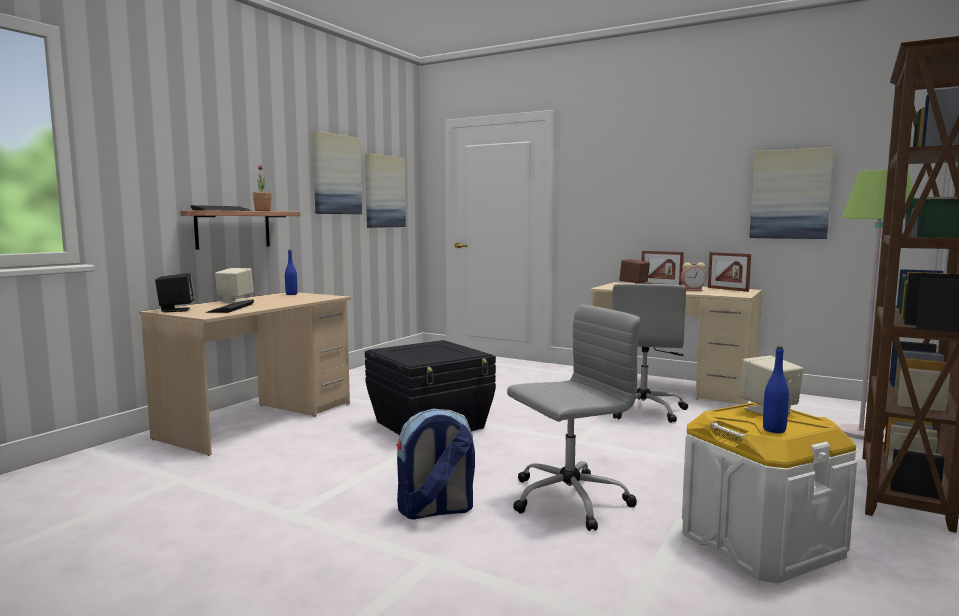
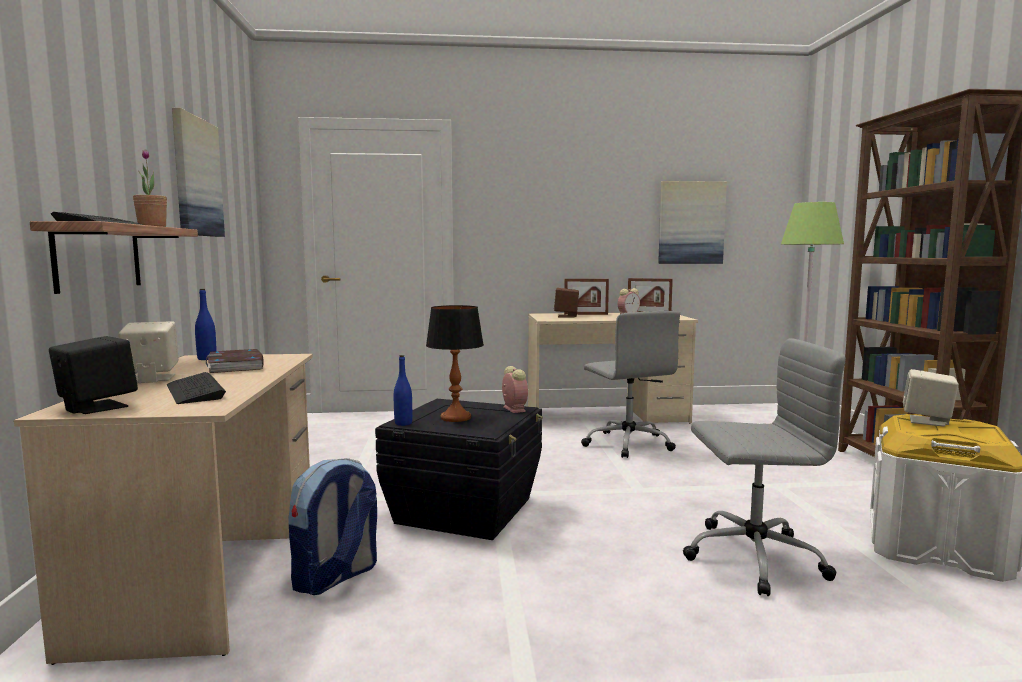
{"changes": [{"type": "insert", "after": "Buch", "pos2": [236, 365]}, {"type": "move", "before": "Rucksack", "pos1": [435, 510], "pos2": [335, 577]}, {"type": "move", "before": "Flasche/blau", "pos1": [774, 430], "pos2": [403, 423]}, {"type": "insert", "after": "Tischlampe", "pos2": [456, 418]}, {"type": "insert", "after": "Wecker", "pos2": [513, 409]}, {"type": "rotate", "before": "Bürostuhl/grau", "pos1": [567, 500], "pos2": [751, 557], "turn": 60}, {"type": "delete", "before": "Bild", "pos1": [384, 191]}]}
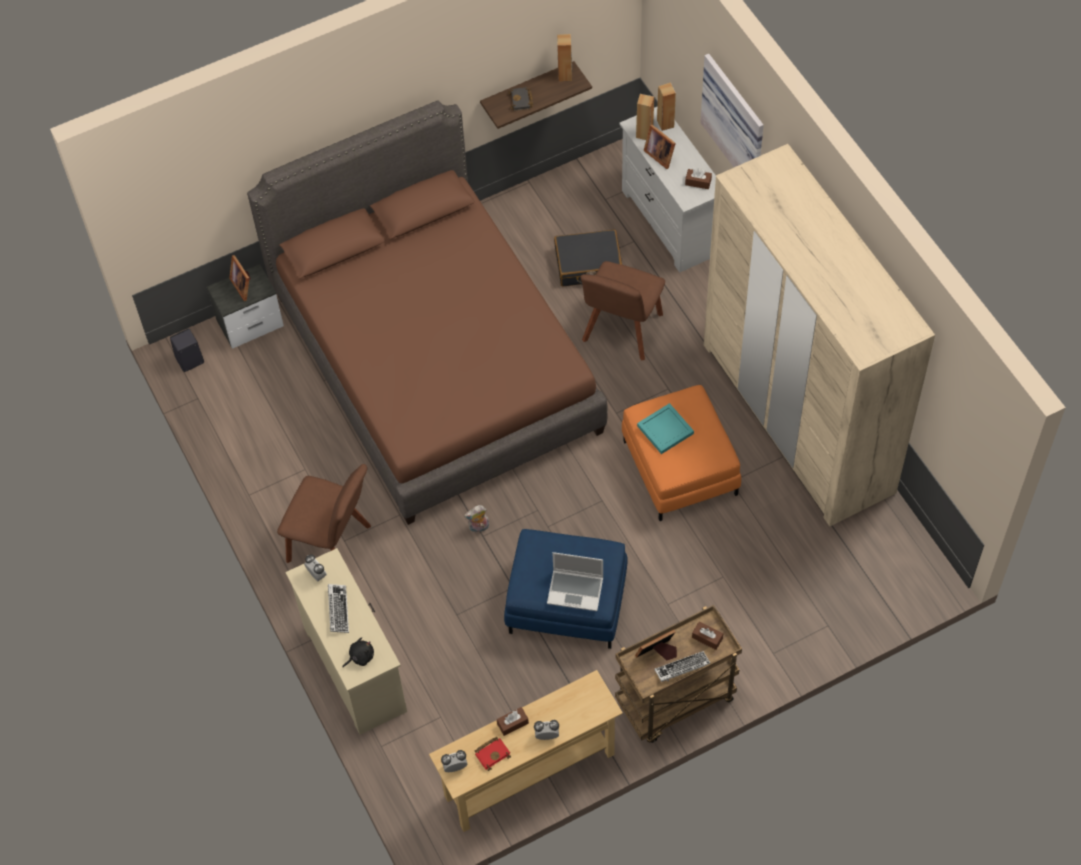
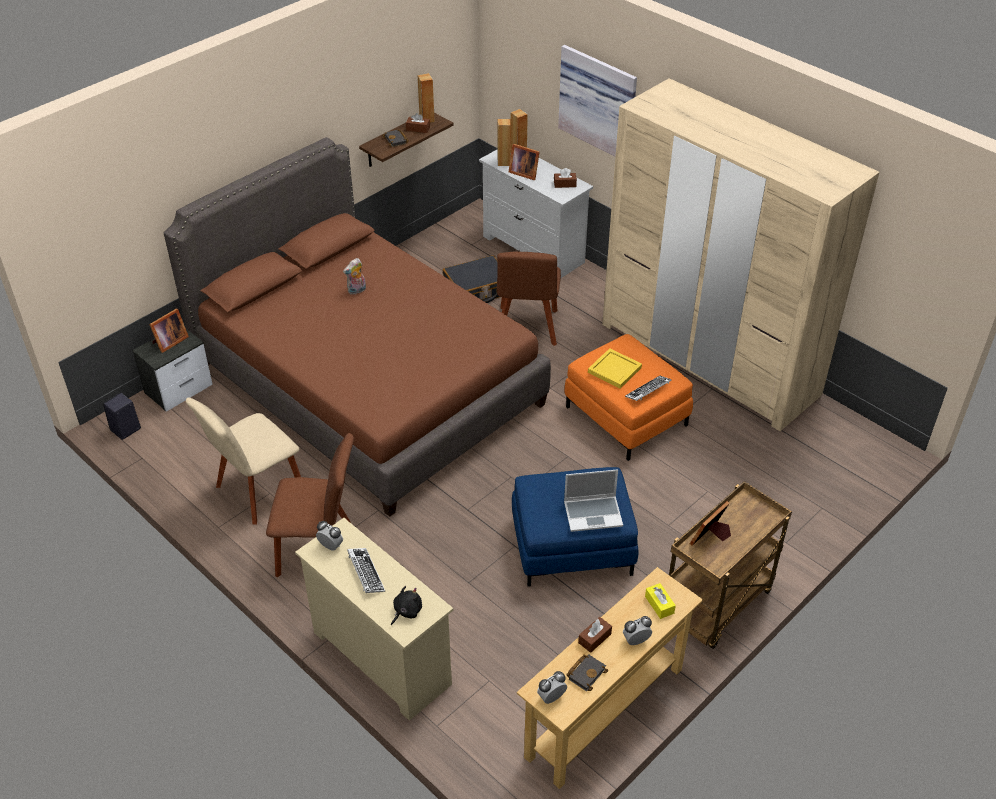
{"changes": [{"type": "rotate", "before": "Bilderrahmen", "pos1": [243, 285], "pos2": [169, 342], "turn": -90}, {"type": "insert", "after": "Stuhl/beige", "pos2": [257, 492]}, {"type": "move", "before": "Plüschtier", "pos1": [478, 528], "pos2": [357, 291]}, {"type": "move", "before": "Taschentuchbox/braun", "pos1": [707, 638], "pos2": [418, 129]}, {"type": "recolor", "before": "Buch/rot", "after": "Buch/schwarz", "pos1": [492, 753], "pos2": [586, 673]}, {"type": "recolor", "before": "Tablett/türkis", "after": "Tablett/gelb", "pos1": [664, 429], "pos2": [613, 370]}, {"type": "move", "before": "Tastatur", "pos1": [682, 668], "pos2": [648, 391]}, {"type": "insert", "after": "Taschentuchbox/gelb", "pos2": [659, 605]}]}
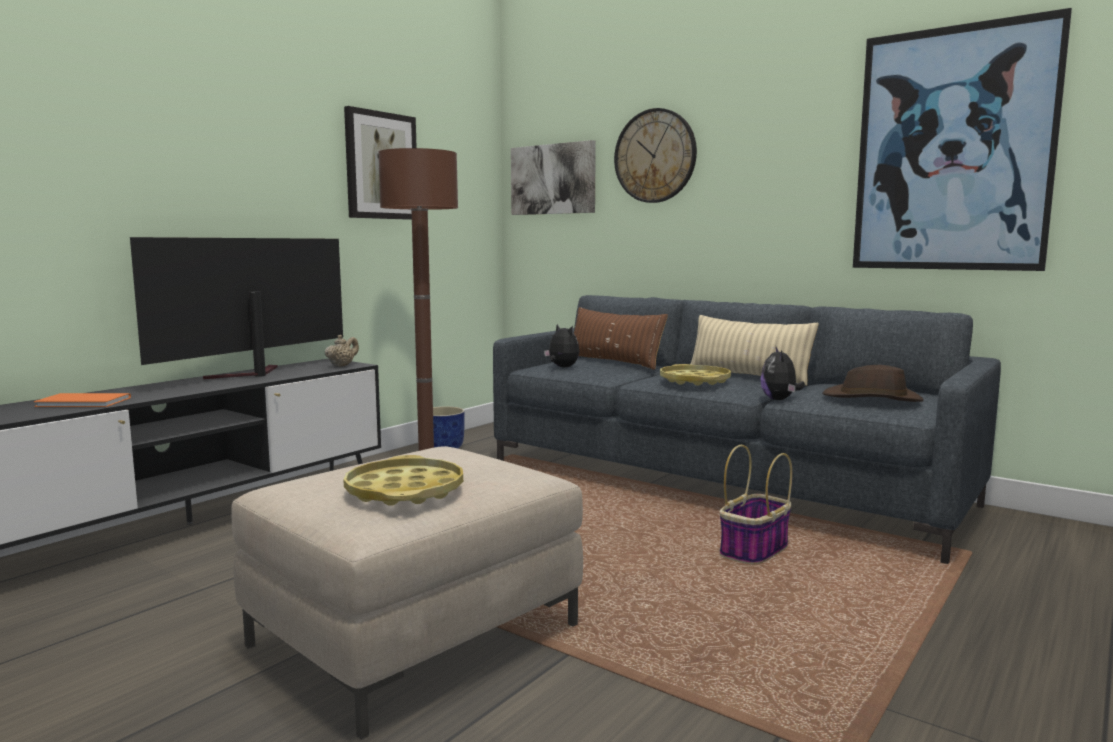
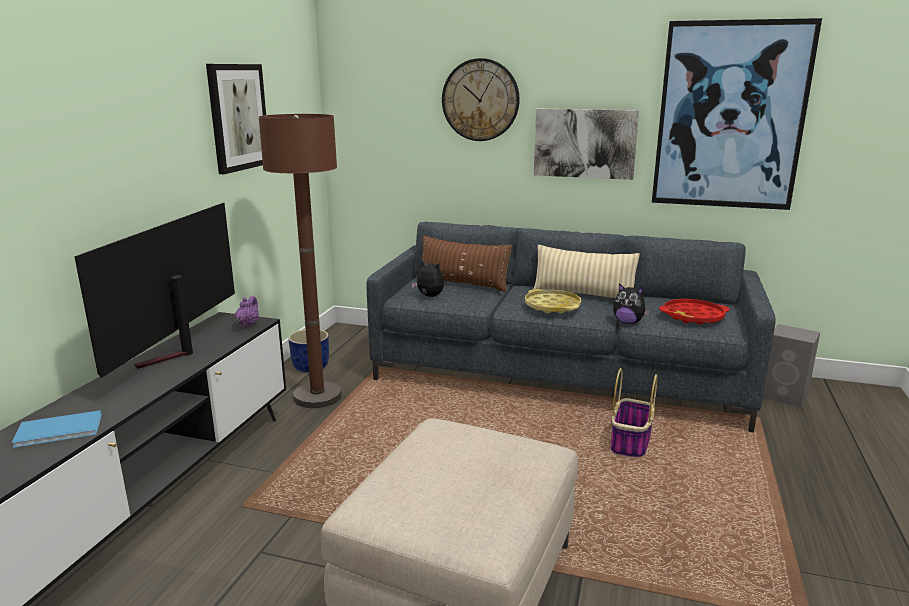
{"changes": [{"type": "recolor", "before": "Buch/orange", "after": "Buch/blau", "pos1": [84, 402], "pos2": [61, 430]}, {"type": "recolor", "before": "Teekanne/beige", "after": "Teekanne/lila", "pos1": [342, 365], "pos2": [248, 325]}, {"type": "move", "before": "Bild", "pos1": [553, 179], "pos2": [584, 143]}, {"type": "rotate", "before": "Plüschtier", "pos1": [780, 400], "pos2": [628, 322], "turn": -45}, {"type": "replace", "before": "Hut/braun", "after": "Tablett/rot", "pos1": [872, 399], "pos2": [693, 316]}, {"type": "insert", "after": "Lautsprecher/grau", "pos2": [785, 396]}, {"type": "delete", "before": "Tablett/gelb", "pos1": [405, 491]}]}
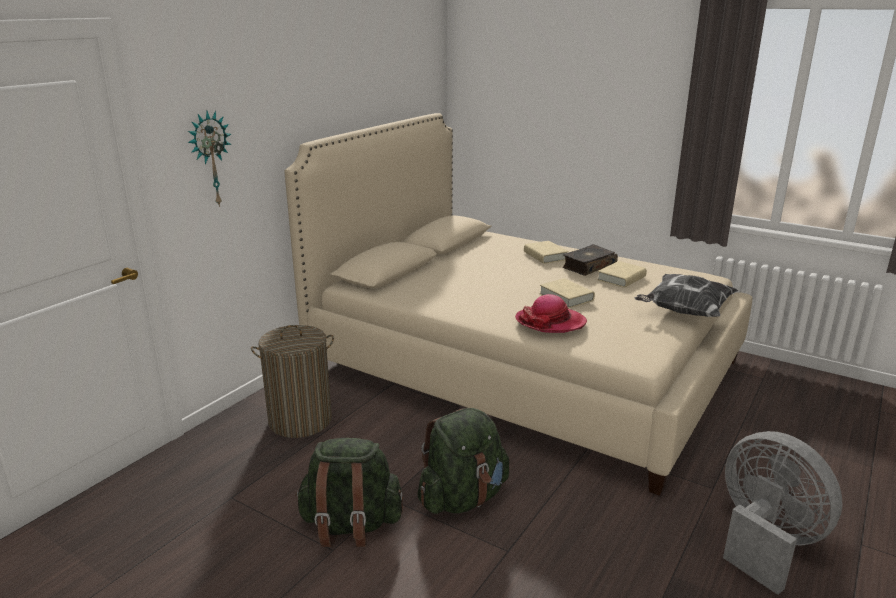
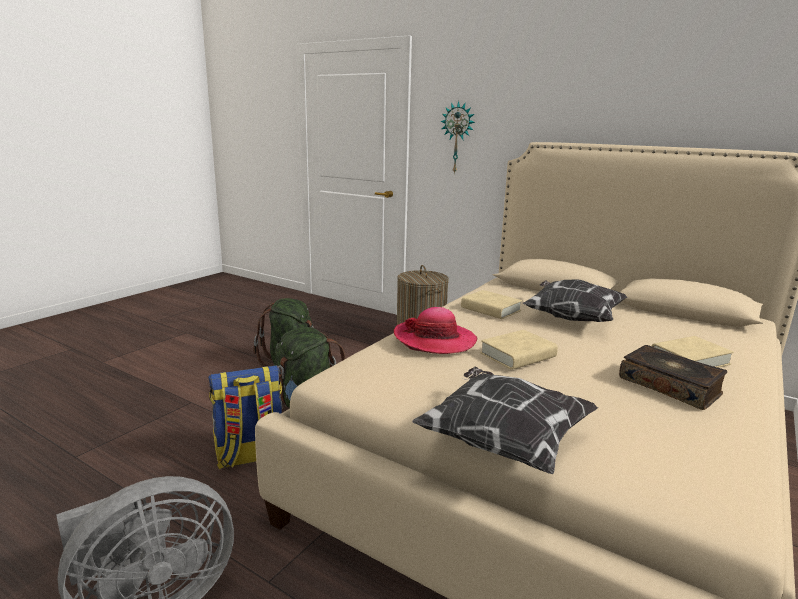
{"changes": [{"type": "insert", "after": "Rucksack", "pos2": [250, 456]}, {"type": "move", "before": "Buch/beige", "pos1": [621, 278], "pos2": [490, 309]}, {"type": "insert", "after": "Kissen", "pos2": [571, 318]}]}
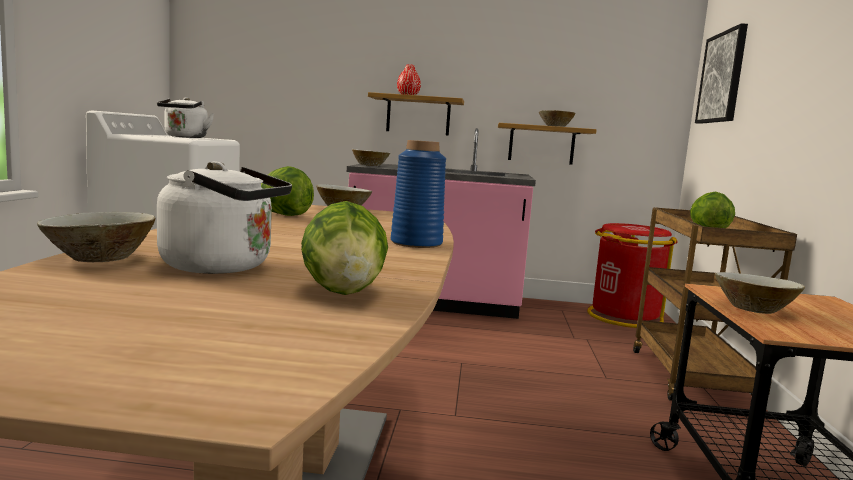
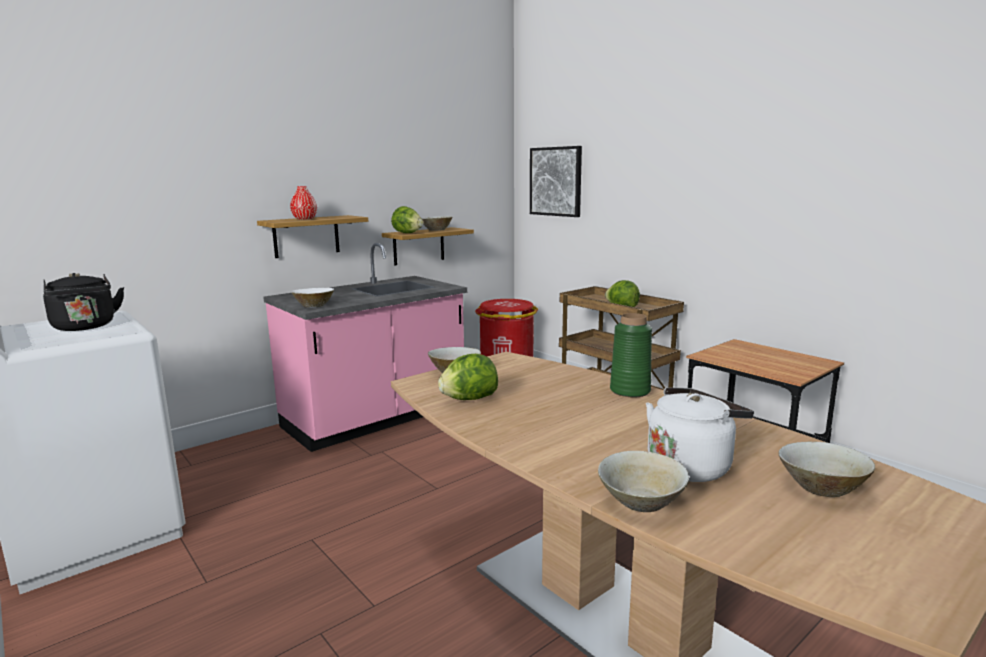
{"changes": [{"type": "recolor", "before": "Wasserkessel/weiß", "after": "Wasserkessel/schwarz", "pos1": [185, 137], "pos2": [85, 327]}, {"type": "move", "before": "Salatkopf", "pos1": [344, 291], "pos2": [407, 233]}, {"type": "recolor", "before": "Vase/blau", "after": "Vase/grün", "pos1": [416, 243], "pos2": [630, 391]}, {"type": "move", "before": "Schüssel/beige", "pos1": [753, 309], "pos2": [821, 487]}]}
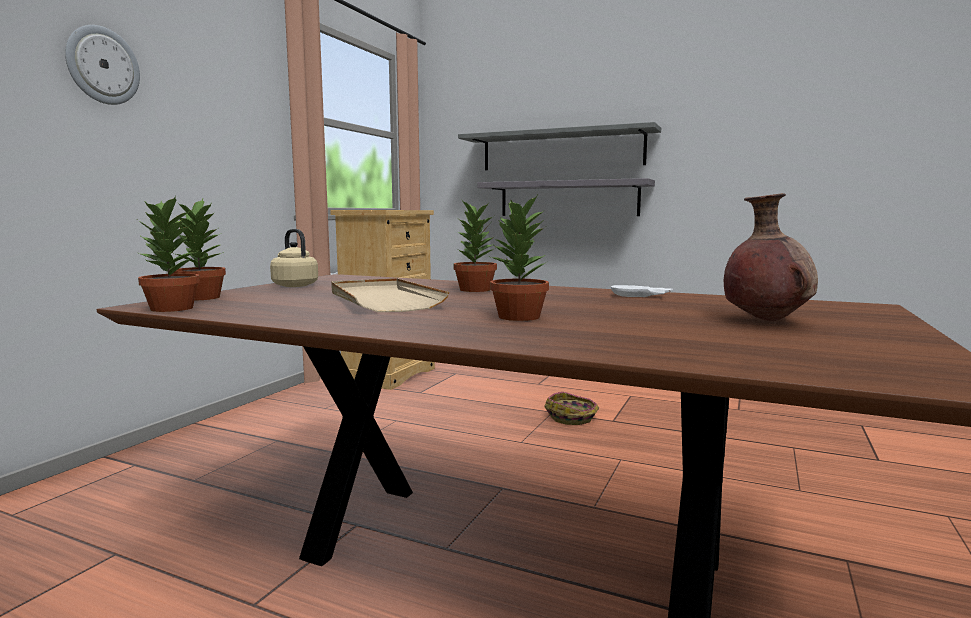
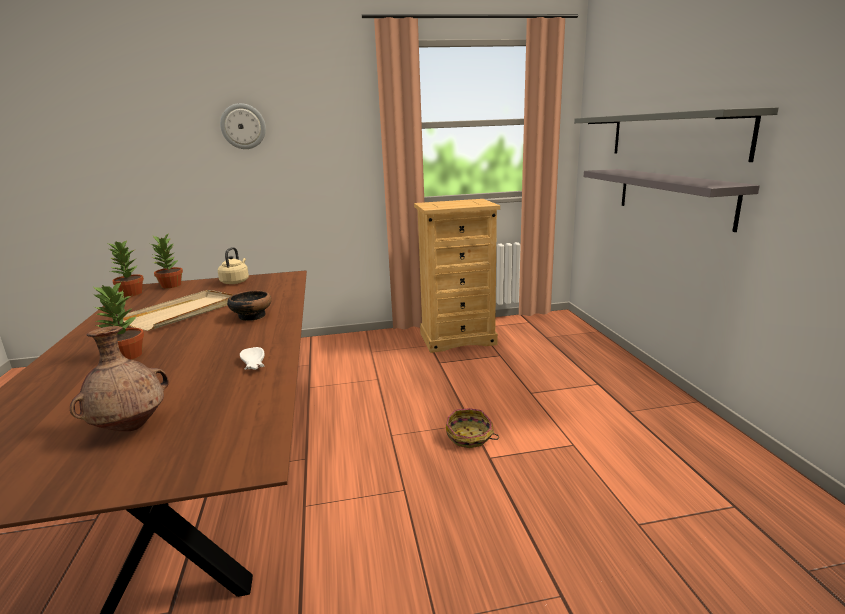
{"changes": [{"type": "replace", "before": "Topfpflanze", "after": "Schüssel", "pos1": [474, 289], "pos2": [252, 316]}]}
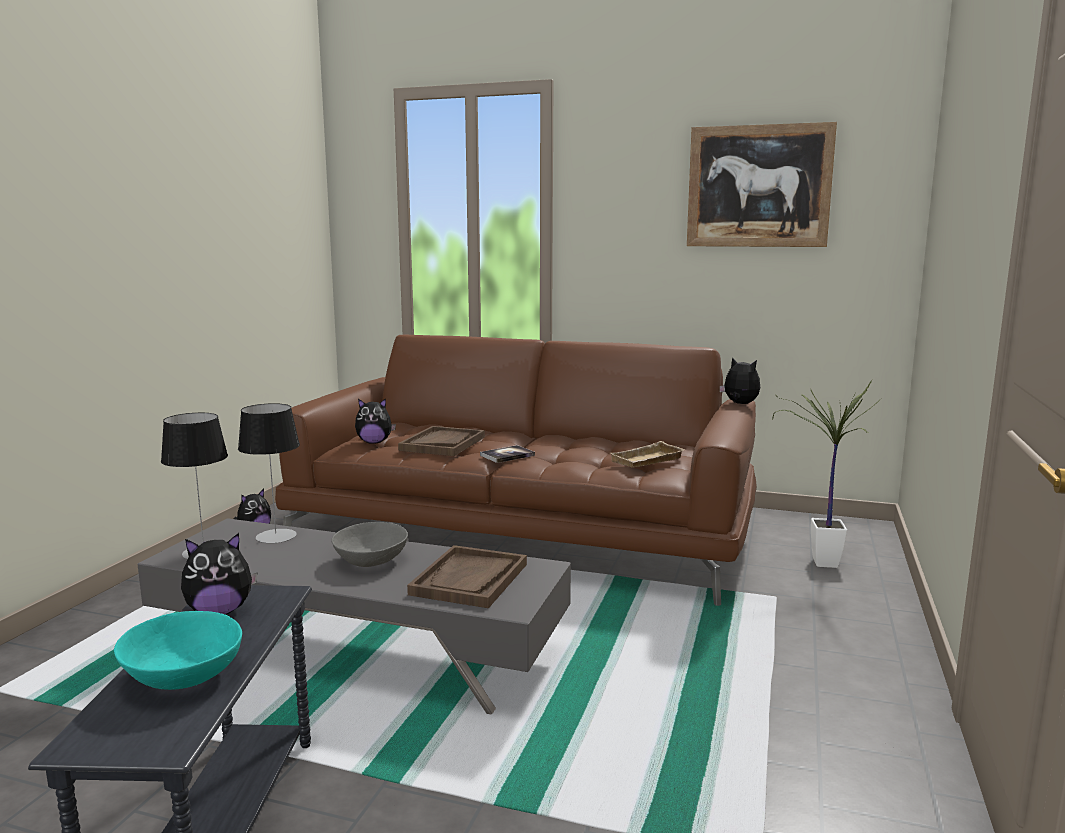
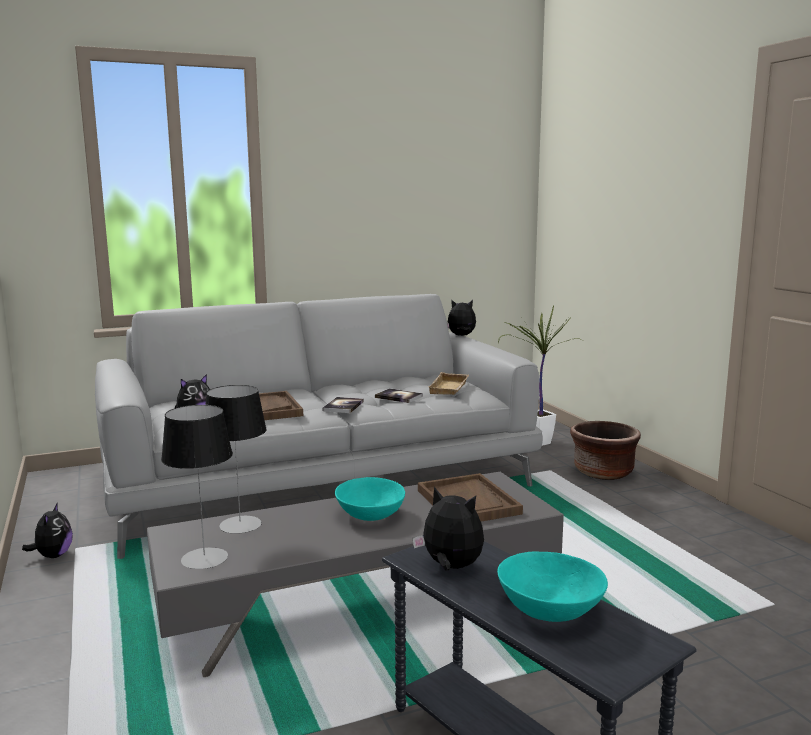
{"changes": [{"type": "recolor", "before": "Sofa/braun", "after": "Sofa/grau", "pos1": [525, 533], "pos2": [320, 479]}, {"type": "recolor", "before": "Schüssel/grau", "after": "Schüssel/türkis", "pos1": [370, 561], "pos2": [369, 515]}, {"type": "insert", "after": "Buch", "pos2": [398, 397]}, {"type": "rotate", "before": "Plüschtier", "pos1": [220, 611], "pos2": [450, 567], "turn": -90}, {"type": "insert", "after": "Pflanzkübel/braun", "pos2": [603, 472]}, {"type": "delete", "before": "Bild", "pos1": [758, 186]}]}
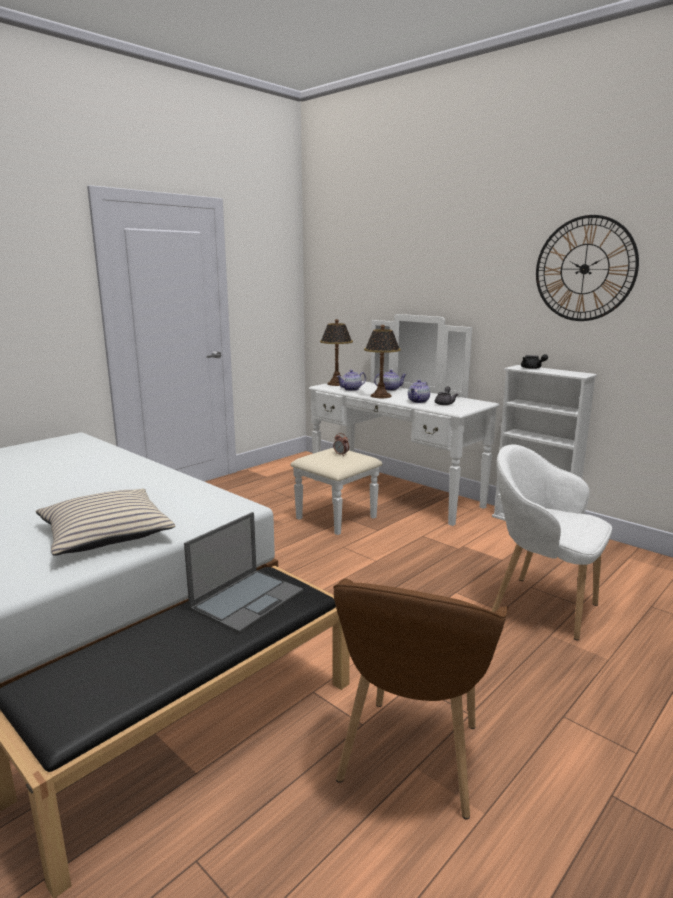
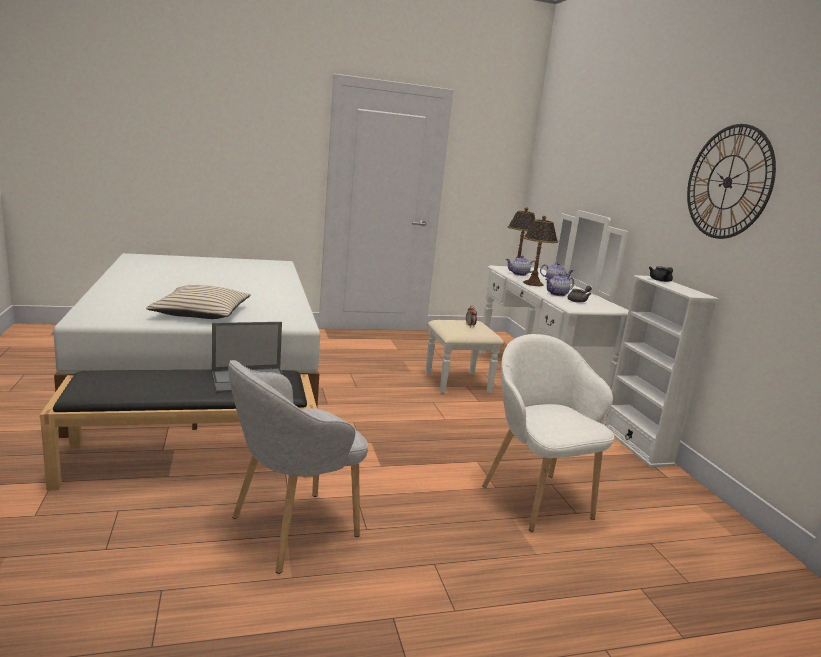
{"changes": [{"type": "recolor", "before": "Sessel/braun", "after": "Sessel/grau", "pos1": [411, 758], "pos2": [291, 529]}]}
